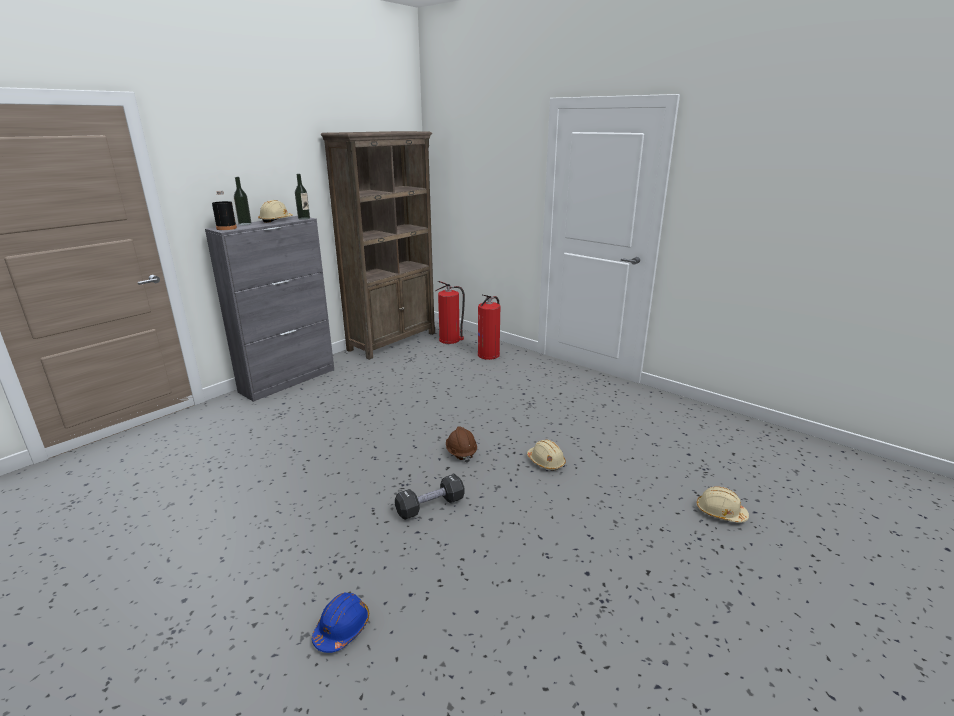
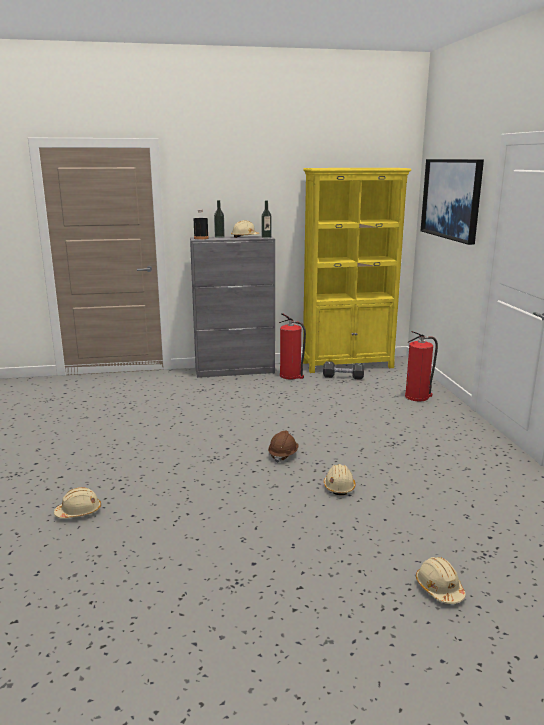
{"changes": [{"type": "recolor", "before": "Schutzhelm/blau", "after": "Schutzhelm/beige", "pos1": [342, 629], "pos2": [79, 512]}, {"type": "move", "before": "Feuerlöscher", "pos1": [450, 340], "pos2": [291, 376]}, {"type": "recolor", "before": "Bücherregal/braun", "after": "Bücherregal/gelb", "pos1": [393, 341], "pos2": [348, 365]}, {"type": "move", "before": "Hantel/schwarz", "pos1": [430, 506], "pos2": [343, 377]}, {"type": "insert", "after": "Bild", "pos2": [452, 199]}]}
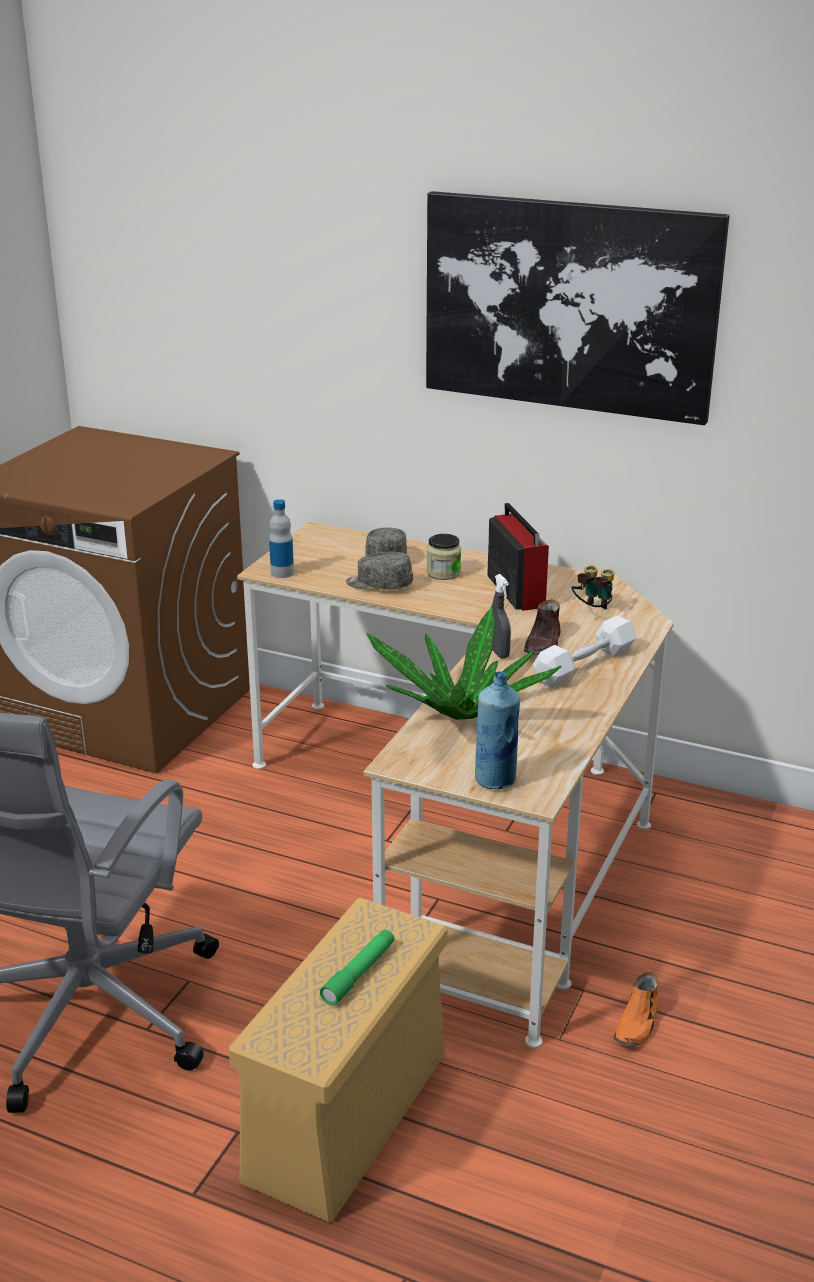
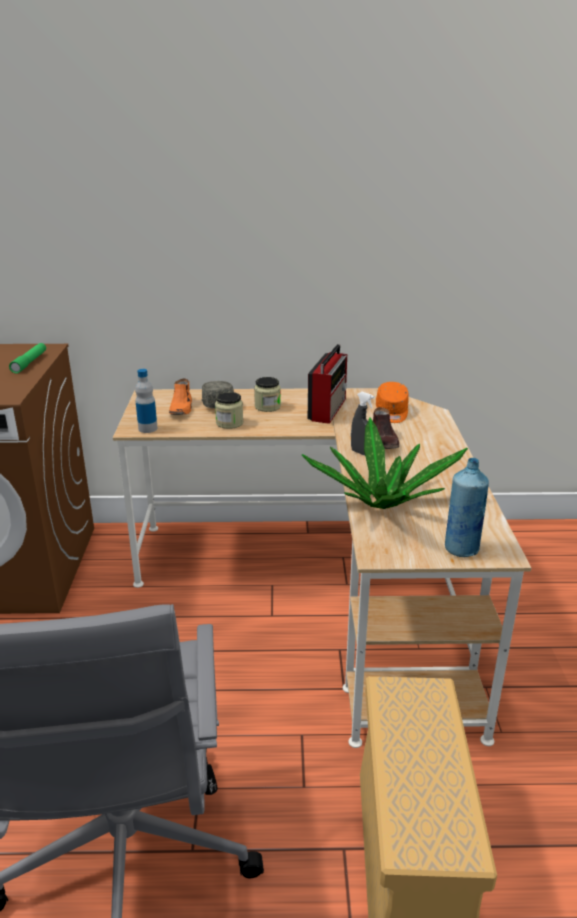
{"changes": [{"type": "move", "before": "Taschenlampe/grün", "pos1": [359, 973], "pos2": [30, 362]}, {"type": "move", "before": "Schuh/orange", "pos1": [637, 1024], "pos2": [181, 408]}, {"type": "replace", "before": "Kappe/grau", "after": "Vorratsglas", "pos1": [379, 584], "pos2": [229, 423]}, {"type": "rotate", "before": "Radio", "pos1": [515, 590], "pos2": [328, 409], "turn": 60}, {"type": "replace", "before": "Fernglas", "after": "Kappe/orange", "pos1": [592, 611], "pos2": [392, 412]}, {"type": "delete", "before": "Bild", "pos1": [569, 305]}, {"type": "delete", "before": "Hantel/weiß", "pos1": [584, 665]}]}
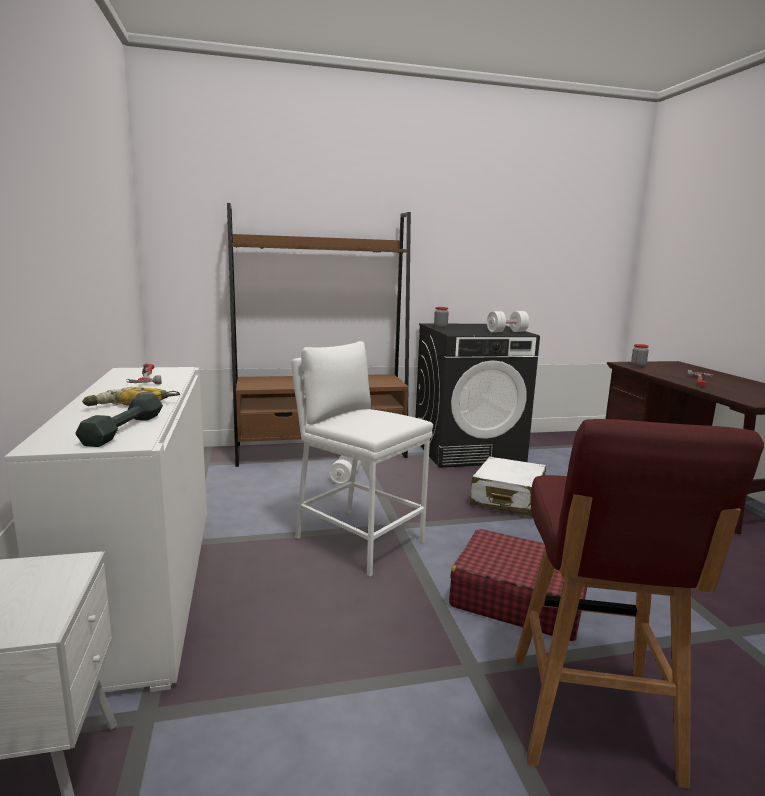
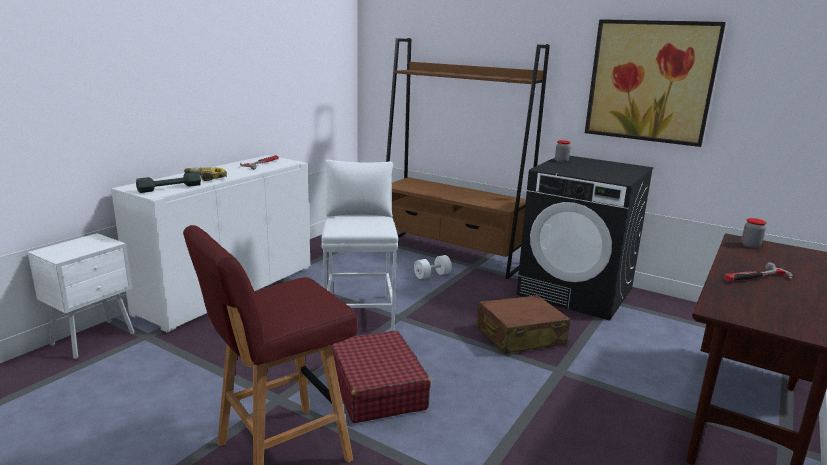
{"changes": [{"type": "recolor", "before": "Koffer/weiß", "after": "Koffer/braun", "pos1": [507, 498], "pos2": [520, 336]}, {"type": "insert", "after": "Bild", "pos2": [650, 81]}, {"type": "delete", "before": "Hantel/weiß", "pos1": [506, 332]}]}
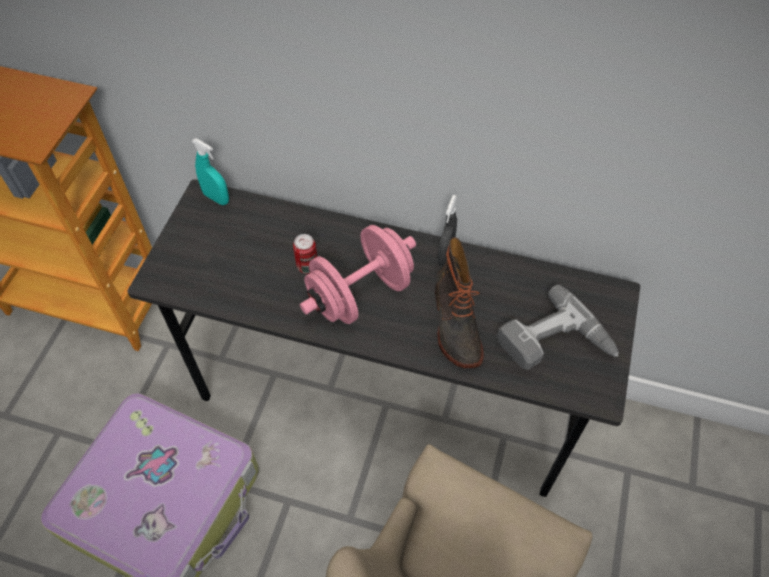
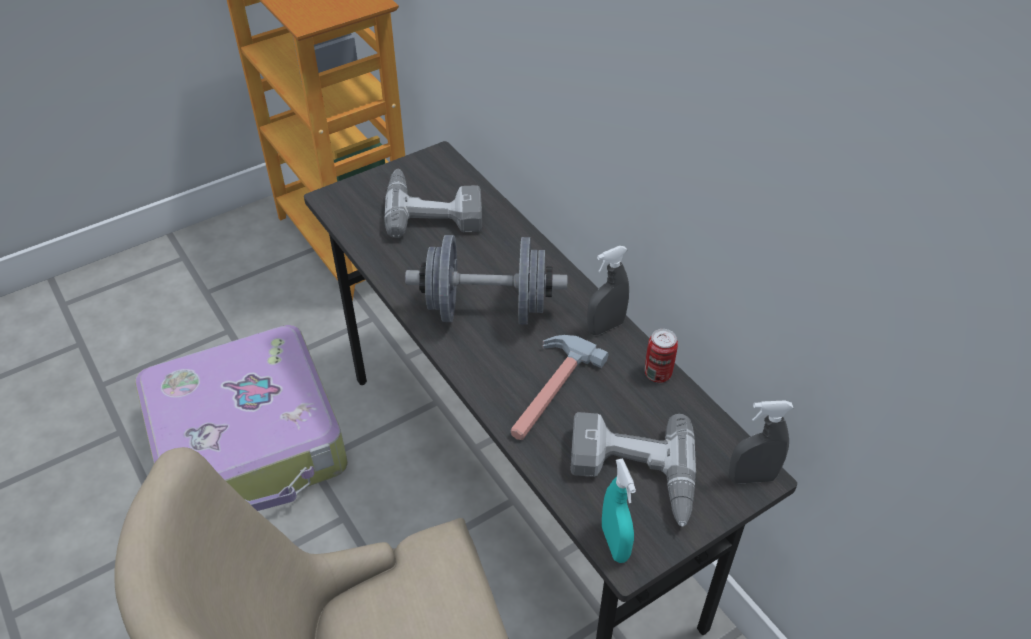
{"changes": [{"type": "insert", "after": "Bohrmaschine", "pos2": [433, 209]}, {"type": "recolor", "before": "Hantel/rosa", "after": "Hantel/grau", "pos1": [360, 294], "pos2": [487, 310]}, {"type": "replace", "before": "Stiefel", "after": "Hammer", "pos1": [454, 324], "pos2": [547, 390]}, {"type": "move", "before": "Sprühflasche/türkis", "pos1": [216, 198], "pos2": [615, 543]}, {"type": "move", "before": "Dose", "pos1": [307, 266], "pos2": [657, 374]}, {"type": "insert", "after": "Sprühflasche/grau", "pos2": [751, 477]}]}
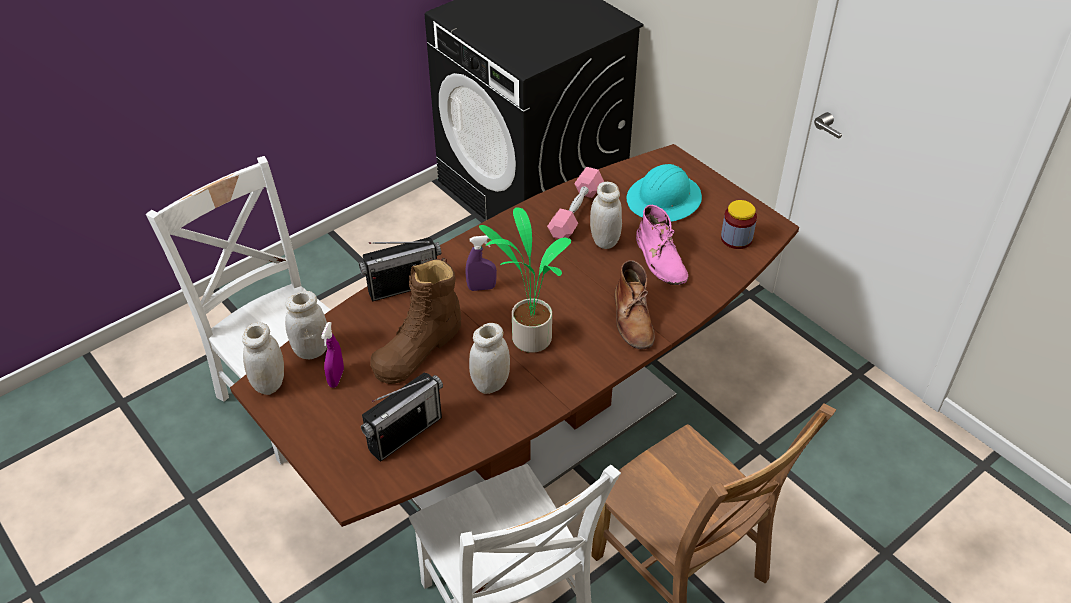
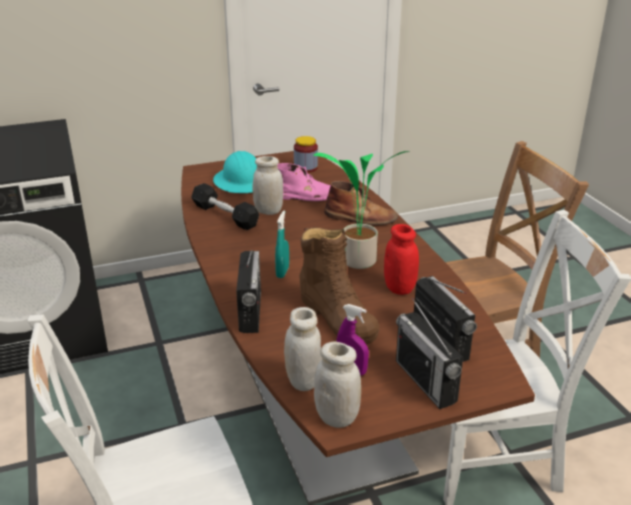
{"changes": [{"type": "recolor", "before": "Hantel/rosa", "after": "Hantel/schwarz", "pos1": [576, 212], "pos2": [225, 215]}, {"type": "recolor", "before": "Sprühflasche/lila", "after": "Sprühflasche/türkis", "pos1": [481, 288], "pos2": [282, 272]}, {"type": "recolor", "before": "Vorratsglas/weiß", "after": "Vorratsglas/rot", "pos1": [490, 383], "pos2": [399, 288]}, {"type": "insert", "after": "Radio", "pos2": [425, 381]}]}
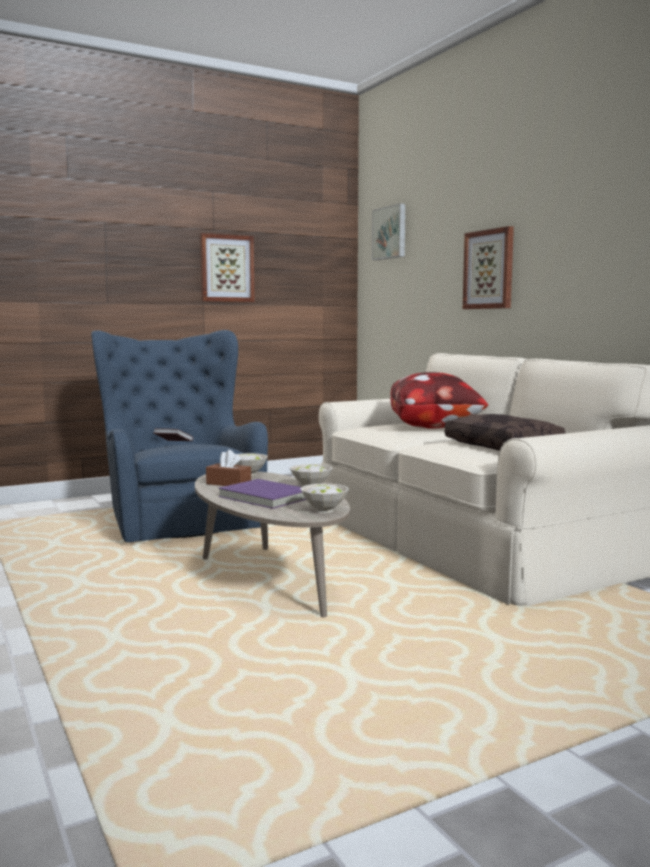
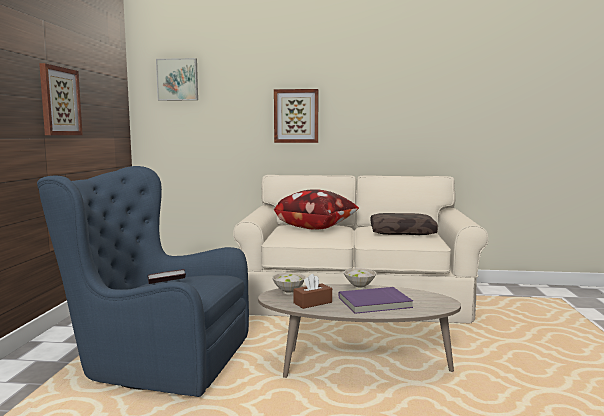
{"changes": [{"type": "delete", "before": "Schüssel/weiß", "pos1": [324, 511]}]}
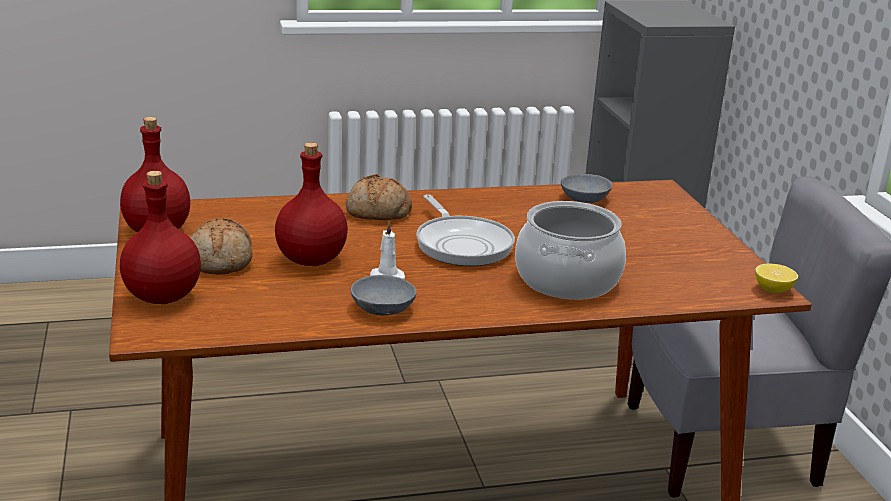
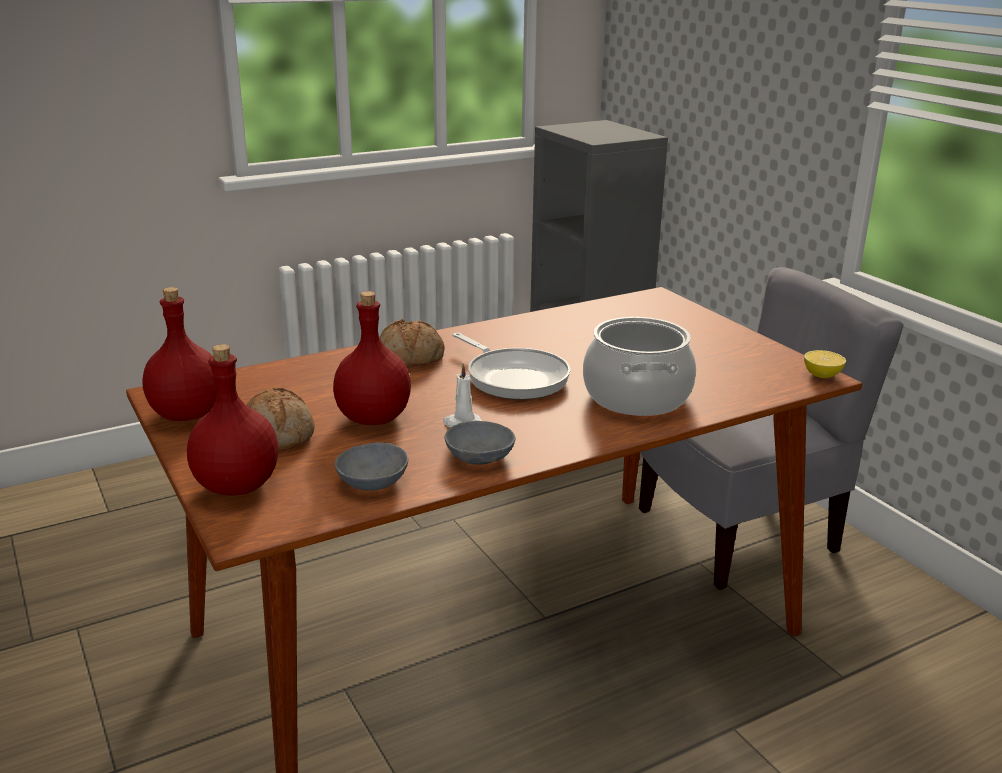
{"changes": [{"type": "move", "before": "Schüssel/grau", "pos1": [584, 197], "pos2": [371, 479]}]}
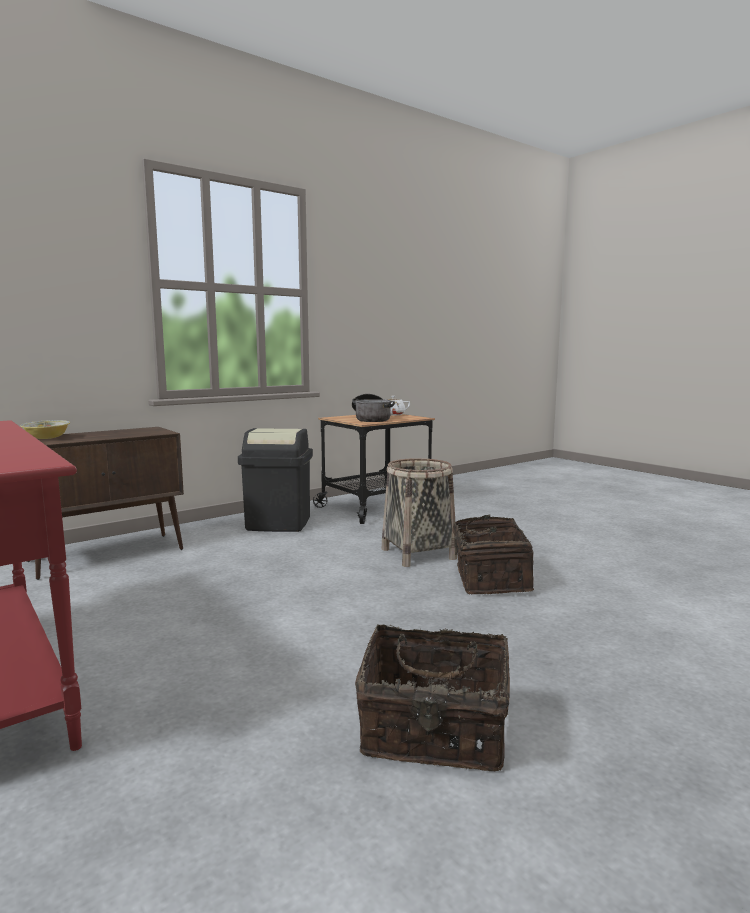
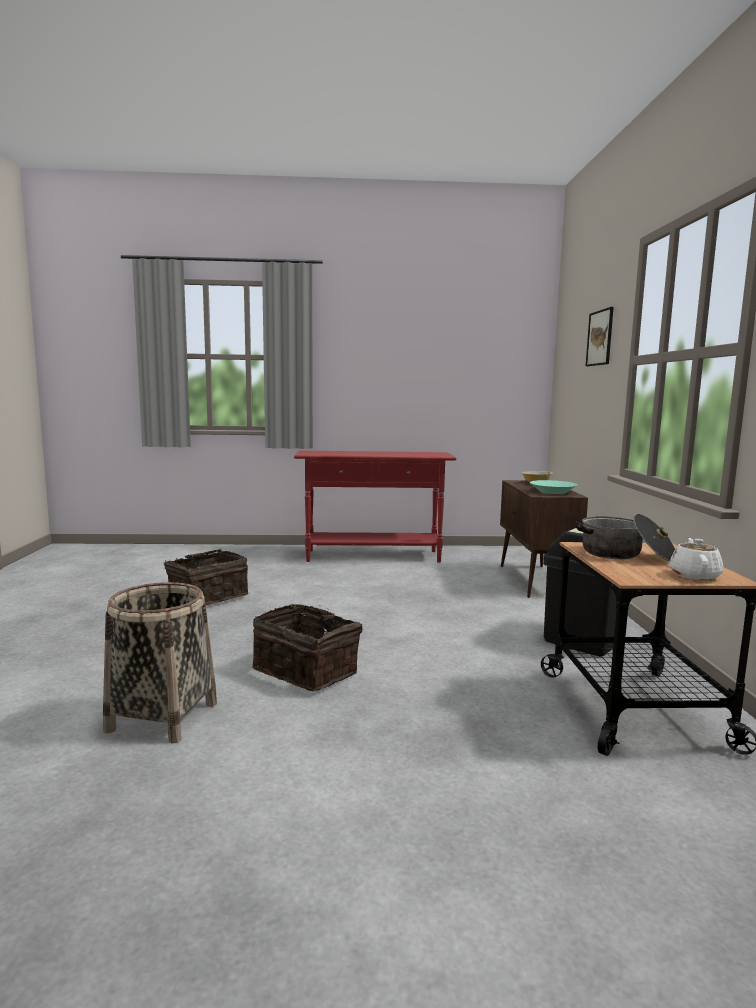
{"changes": [{"type": "move", "before": "Korb", "pos1": [418, 554], "pos2": [162, 717]}, {"type": "insert", "after": "Schüssel/türkis", "pos2": [552, 492]}, {"type": "insert", "after": "Bild", "pos2": [600, 338]}]}
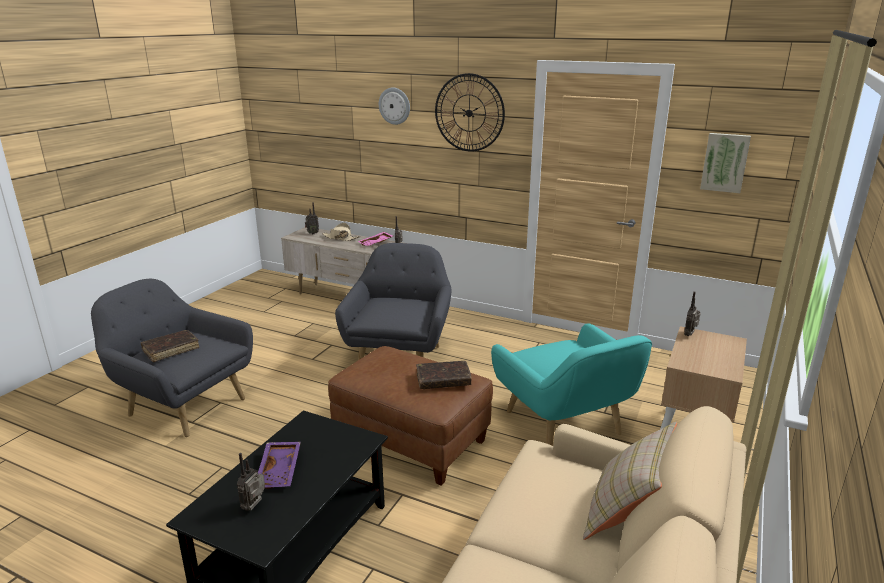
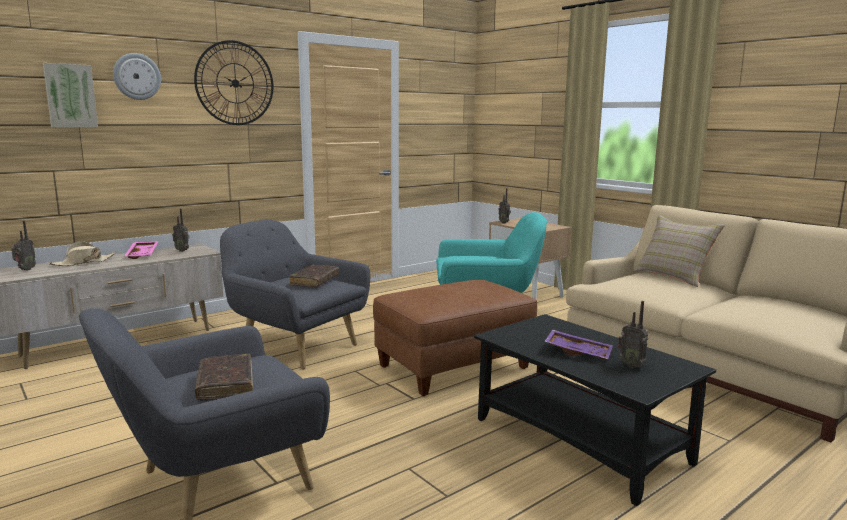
{"changes": [{"type": "move", "before": "Bild", "pos1": [725, 162], "pos2": [70, 96]}, {"type": "move", "before": "Buch/braun", "pos1": [443, 380], "pos2": [314, 281]}]}
